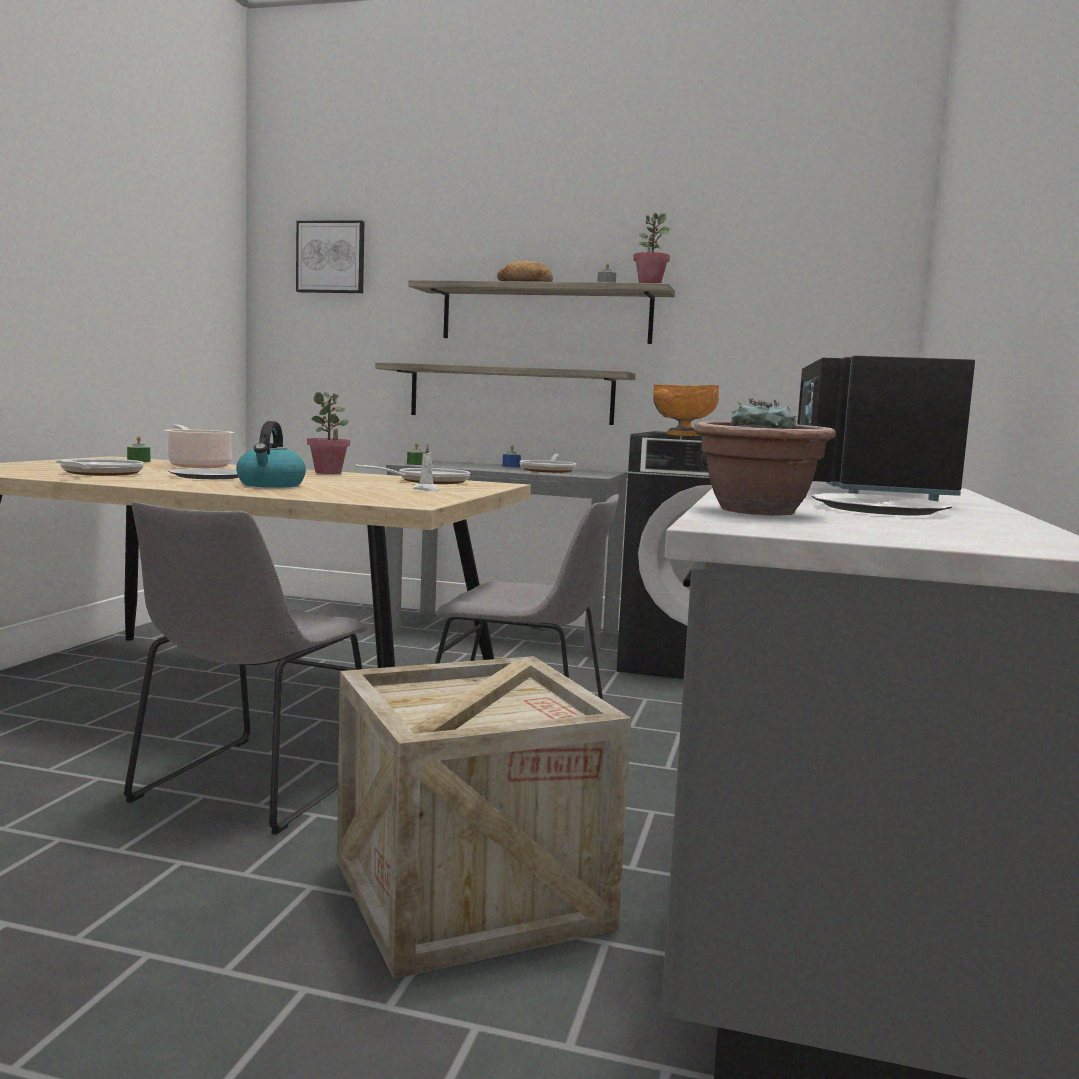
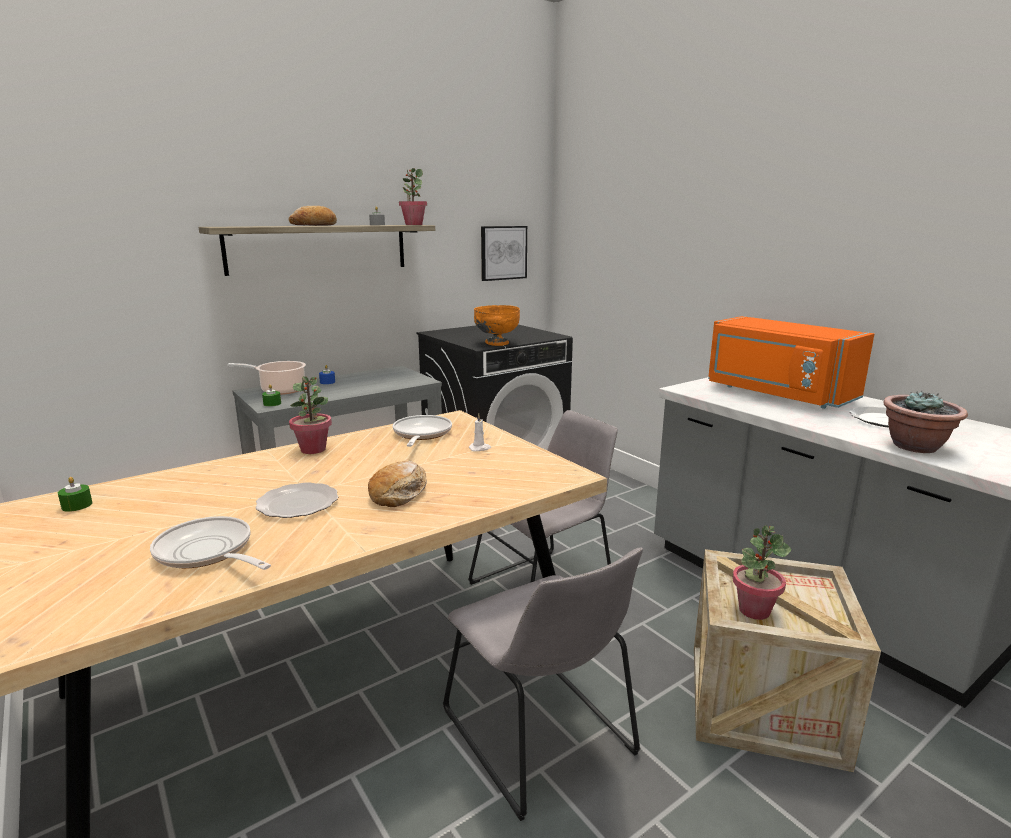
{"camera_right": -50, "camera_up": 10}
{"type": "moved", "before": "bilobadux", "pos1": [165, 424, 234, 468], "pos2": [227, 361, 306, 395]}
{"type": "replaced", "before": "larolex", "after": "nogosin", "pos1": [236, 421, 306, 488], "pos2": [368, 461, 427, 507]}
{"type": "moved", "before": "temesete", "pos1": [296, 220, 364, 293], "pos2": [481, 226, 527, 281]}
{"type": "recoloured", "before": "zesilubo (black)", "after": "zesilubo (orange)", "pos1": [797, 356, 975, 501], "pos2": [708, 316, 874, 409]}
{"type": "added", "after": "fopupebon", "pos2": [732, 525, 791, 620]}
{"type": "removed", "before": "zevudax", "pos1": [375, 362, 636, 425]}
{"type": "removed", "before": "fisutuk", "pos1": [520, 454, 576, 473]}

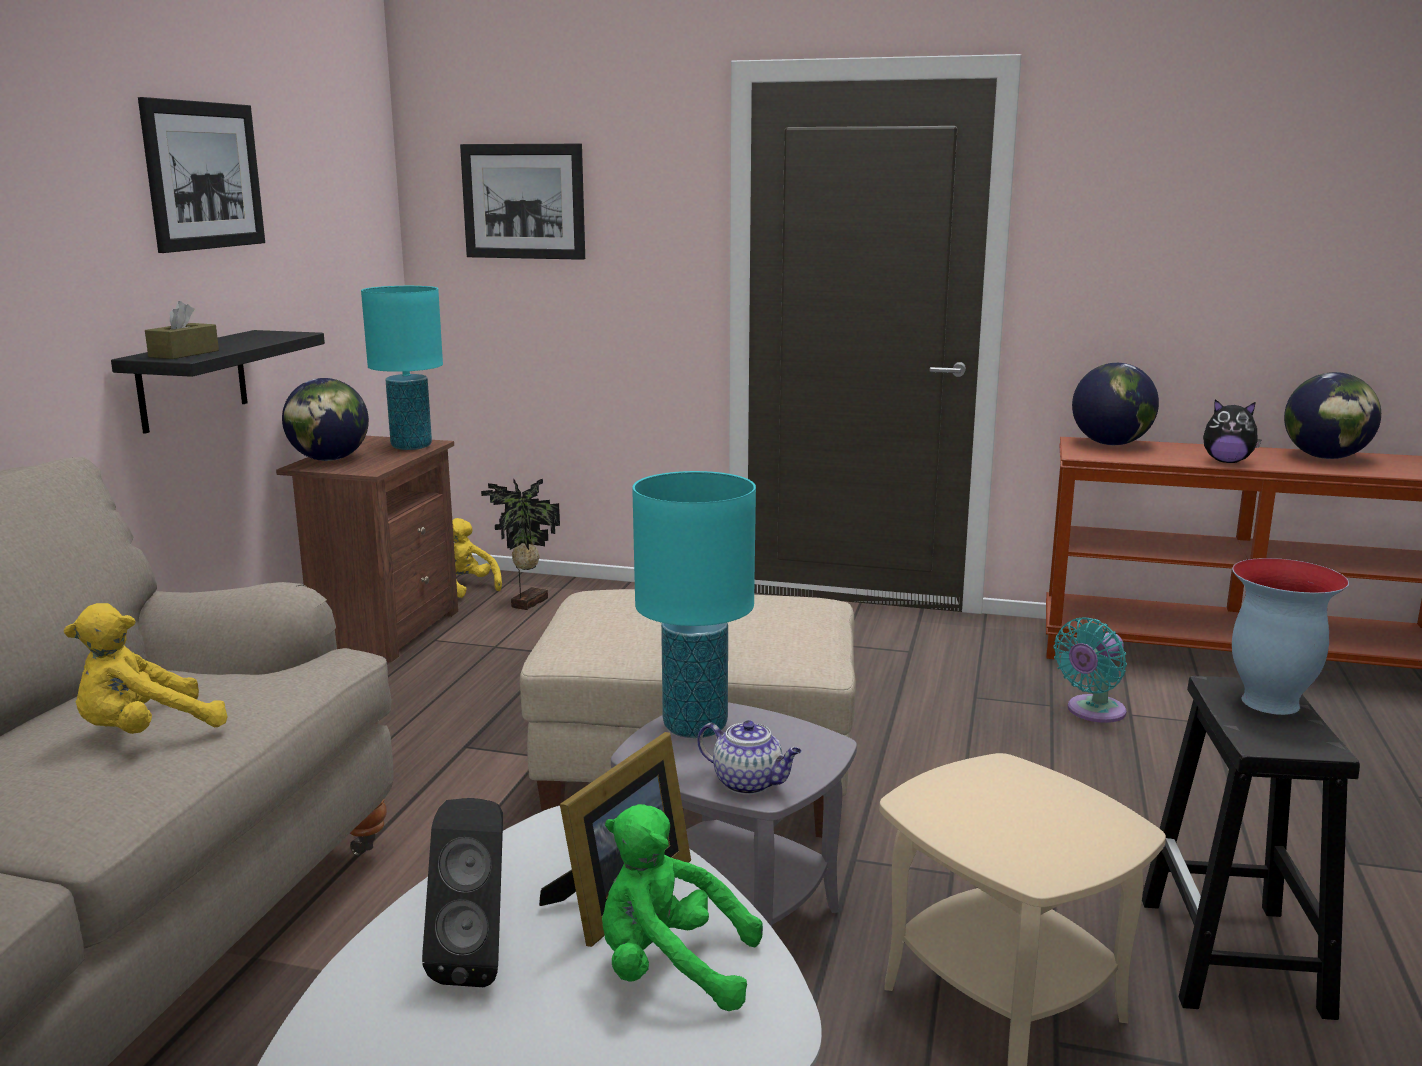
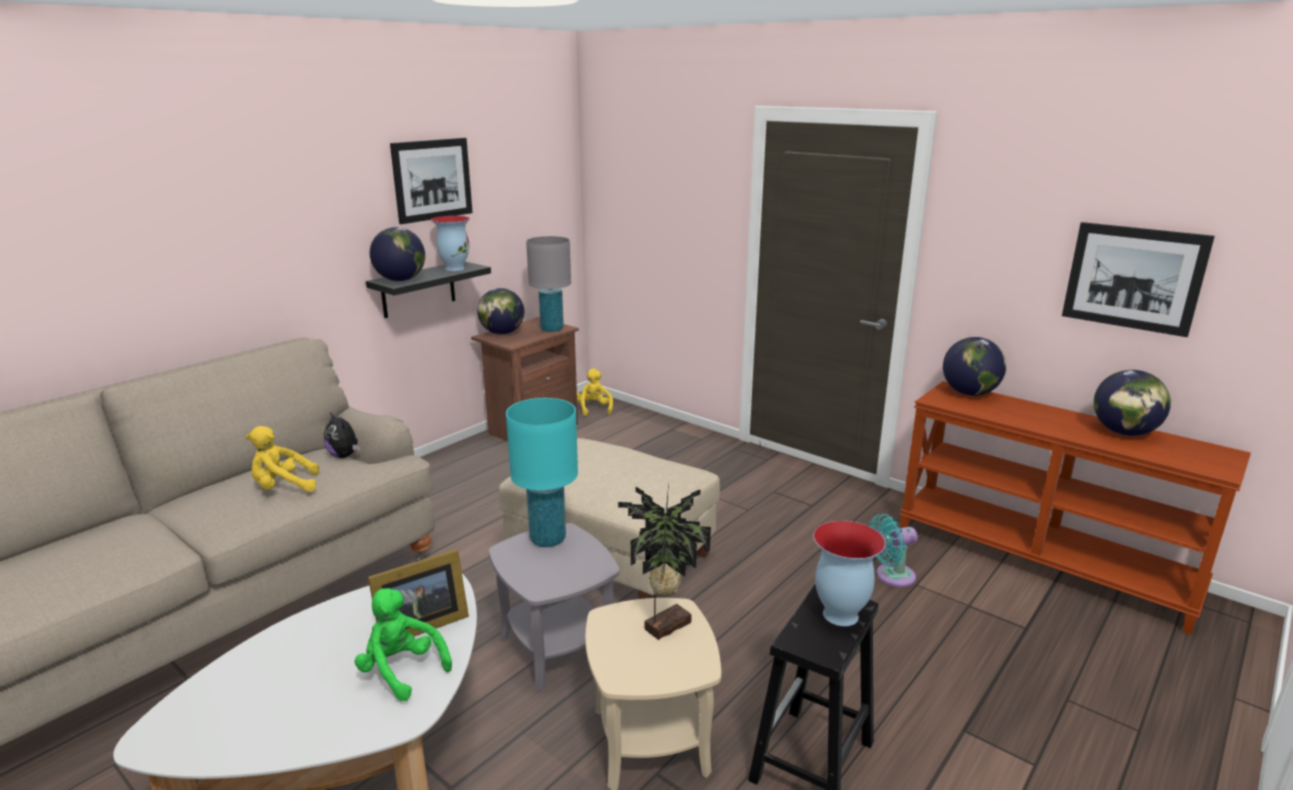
{"camera_right": 25, "camera_up": 5}
{"type": "moved", "before": "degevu", "pos1": [1203, 399, 1262, 463], "pos2": [324, 412, 360, 458]}
{"type": "replaced", "before": "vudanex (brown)", "after": "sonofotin", "pos1": [145, 301, 219, 359], "pos2": [370, 227, 425, 281]}
{"type": "added", "after": "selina", "pos2": [431, 216, 470, 271]}
{"type": "recoloured", "before": "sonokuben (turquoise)", "after": "sonokuben (grey)", "pos1": [361, 286, 443, 450], "pos2": [526, 236, 571, 332]}
{"type": "moved", "before": "fopupebon", "pos1": [481, 478, 560, 610], "pos2": [618, 483, 711, 640]}
{"type": "moved", "before": "temesete", "pos1": [460, 144, 585, 260], "pos2": [1062, 222, 1215, 337]}
{"type": "removed", "before": "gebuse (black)", "pos1": [422, 798, 503, 987]}
{"type": "removed", "before": "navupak", "pos1": [697, 720, 801, 795]}

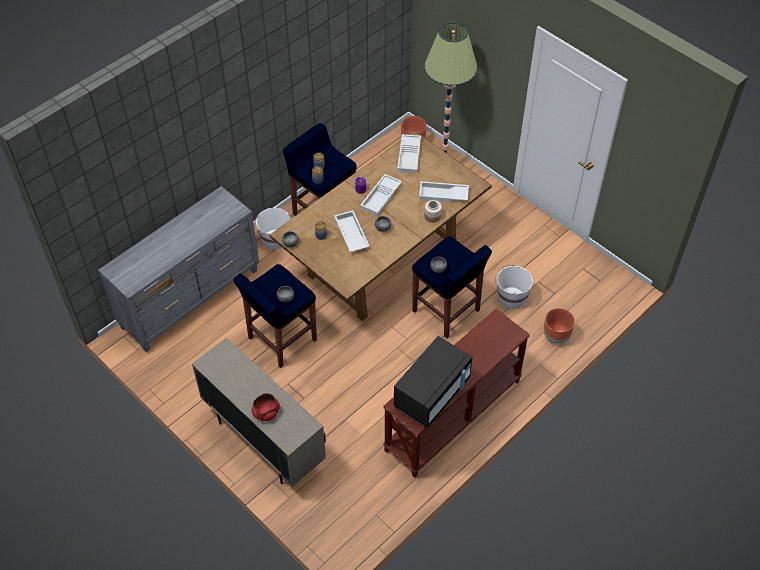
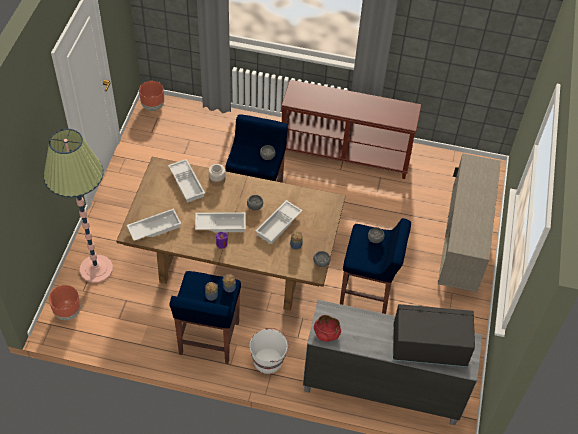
{"camera_right": -125, "camera_up": 0}
{"type": "moved", "before": "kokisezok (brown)", "pos1": [544, 308, 575, 344], "pos2": [139, 81, 164, 111]}
{"type": "moved", "before": "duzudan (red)", "pos1": [251, 393, 280, 421], "pos2": [314, 315, 341, 342]}
{"type": "moved", "before": "zesilubo (black)", "pos1": [394, 336, 472, 428], "pos2": [393, 304, 475, 367]}
{"type": "removed", "before": "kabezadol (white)", "pos1": [495, 265, 533, 309]}

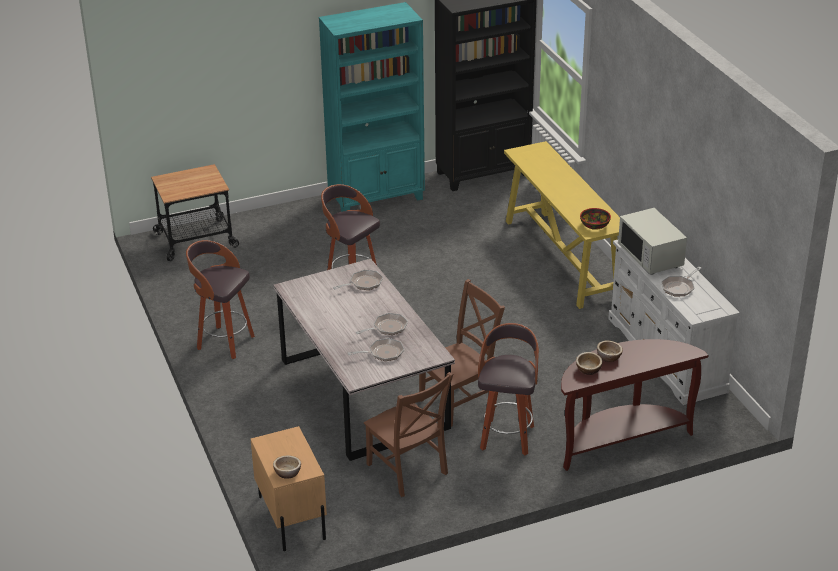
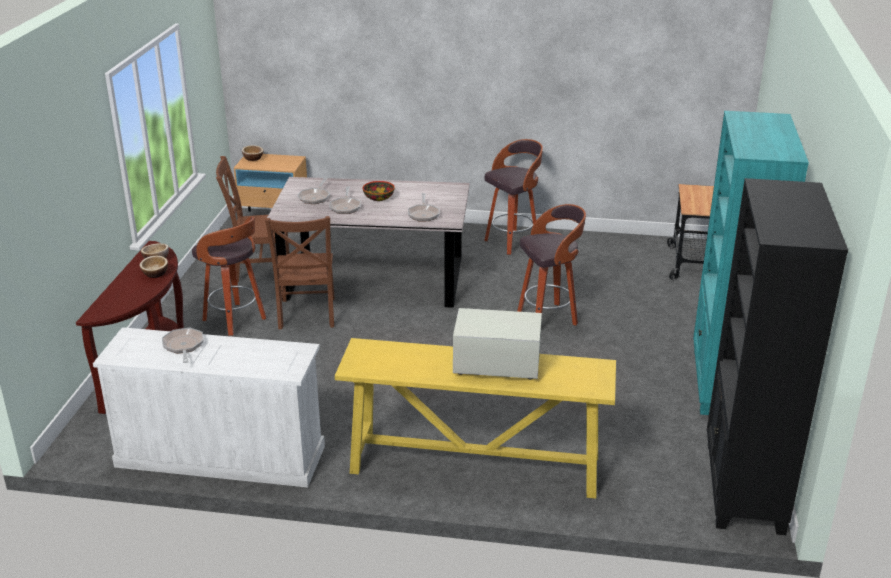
{"camera_right": 120, "camera_up": -5}
{"type": "moved", "before": "duzudan", "pos1": [580, 208, 611, 230], "pos2": [363, 181, 395, 201]}
{"type": "moved", "before": "zesilubo (white)", "pos1": [618, 208, 687, 275], "pos2": [453, 308, 542, 379]}

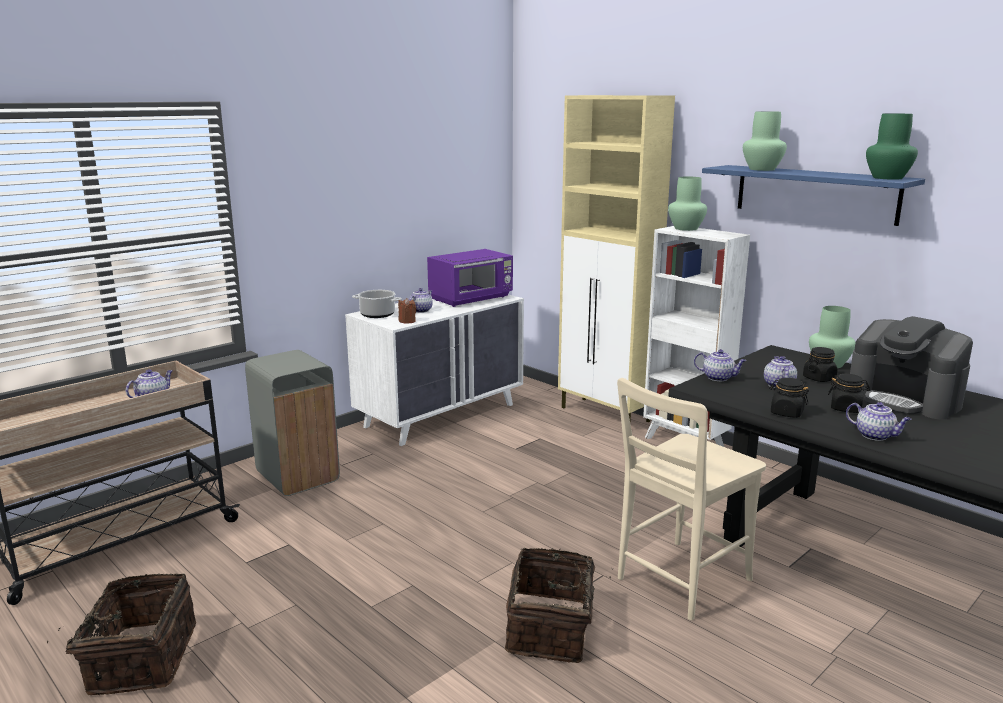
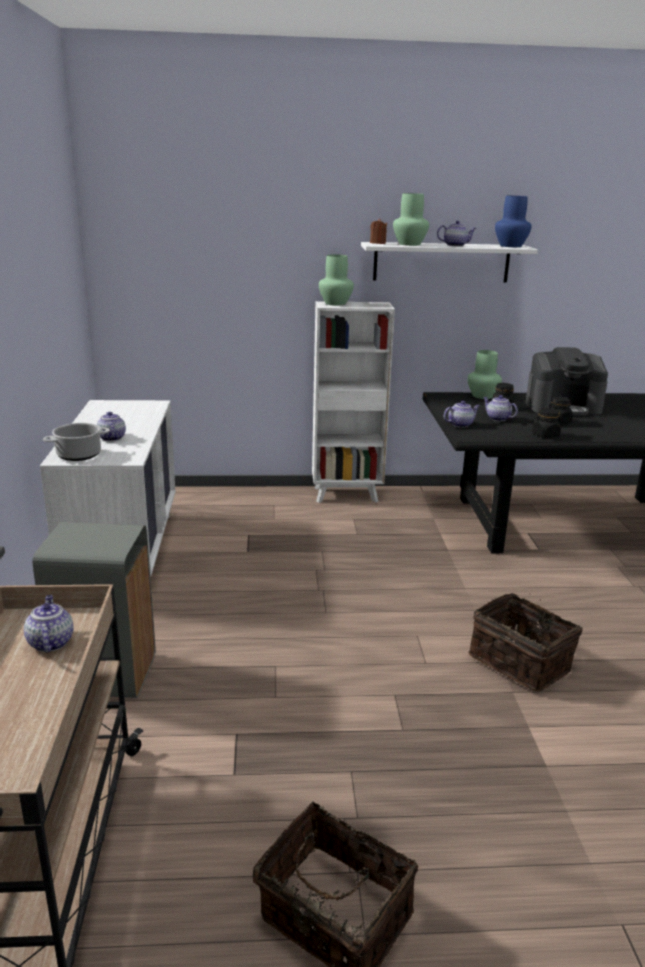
{"camera_right": -50, "camera_up": 5}
{"type": "recoloured", "before": "zevudax (blue)", "after": "zevudax (white)", "pos1": [702, 165, 925, 226], "pos2": [361, 242, 538, 282]}
{"type": "moved", "before": "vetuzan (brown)", "pos1": [398, 298, 416, 324], "pos2": [370, 219, 387, 244]}
{"type": "moved", "before": "navupak", "pos1": [846, 402, 912, 441], "pos2": [437, 221, 476, 246]}
{"type": "recoloured", "before": "selina (green)", "after": "selina (blue)", "pos1": [866, 113, 918, 180], "pos2": [495, 196, 532, 247]}
{"type": "removed", "before": "zesilubo (purple)", "pos1": [427, 249, 513, 307]}
{"type": "removed", "before": "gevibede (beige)", "pos1": [558, 95, 675, 422]}
{"type": "removed", "before": "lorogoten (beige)", "pos1": [617, 378, 766, 620]}

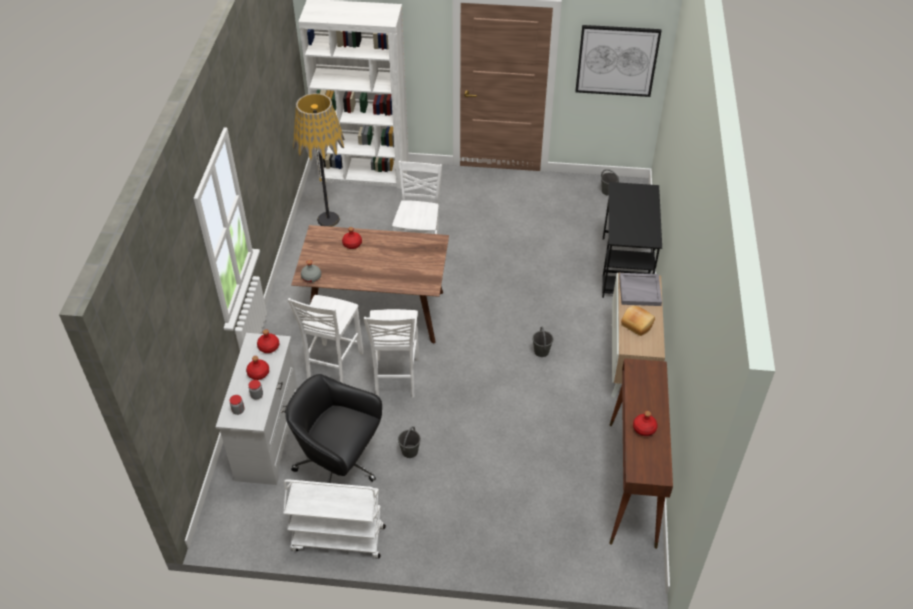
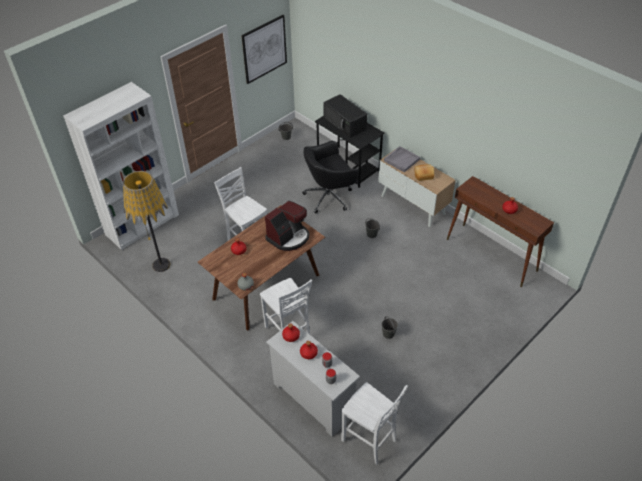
{"camera_right": -50, "camera_up": 0}
{"type": "added", "after": "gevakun", "pos2": [265, 201, 309, 251]}
{"type": "moved", "before": "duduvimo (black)", "pos1": [285, 374, 382, 483], "pos2": [302, 141, 359, 213]}
{"type": "added", "after": "zesilubo (black)", "pos2": [323, 94, 367, 138]}
{"type": "moved", "before": "lorogoten (white)", "pos1": [363, 309, 419, 398], "pos2": [341, 382, 408, 465]}
{"type": "removed", "before": "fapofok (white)", "pos1": [283, 479, 386, 559]}

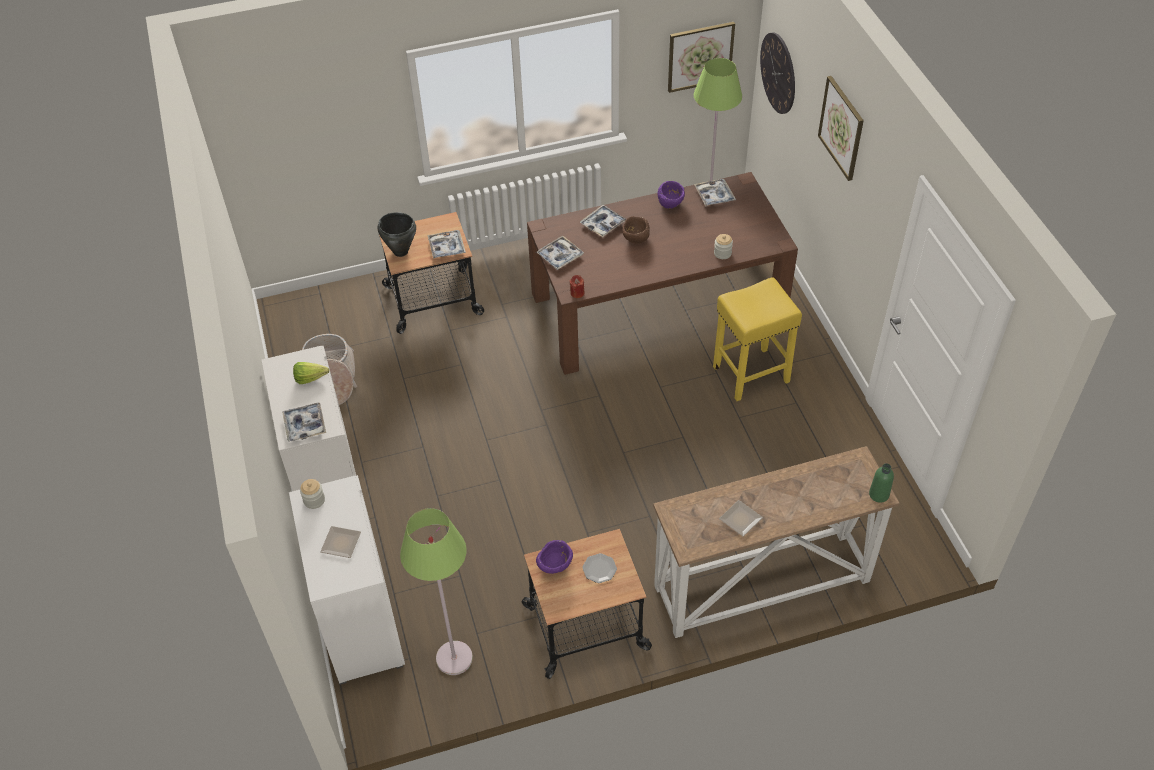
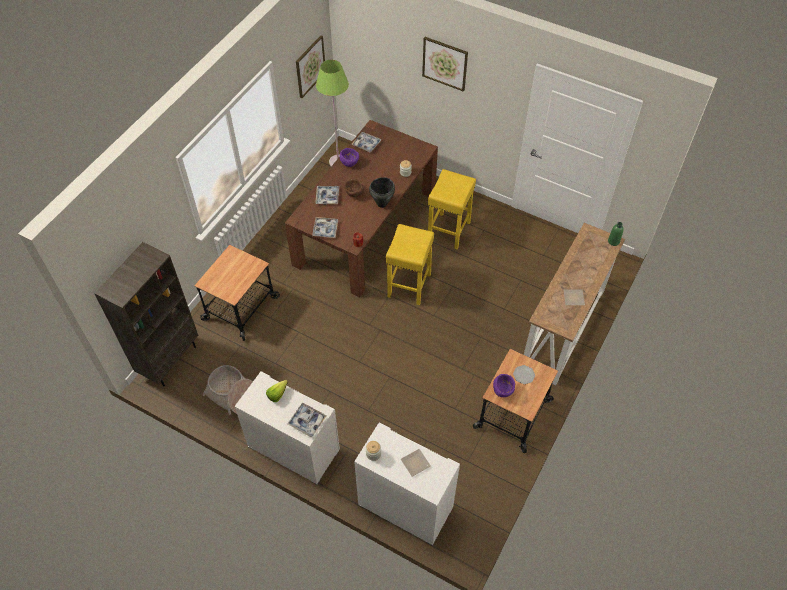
{"camera_right": -45, "camera_up": 5}
{"type": "added", "after": "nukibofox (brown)", "pos2": [94, 242, 198, 387]}
{"type": "moved", "before": "bilobadux (black)", "pos1": [378, 212, 416, 257], "pos2": [369, 177, 395, 208]}
{"type": "added", "after": "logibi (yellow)", "pos2": [386, 224, 434, 305]}
{"type": "removed", "before": "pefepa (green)", "pos1": [400, 508, 473, 675]}
{"type": "removed", "before": "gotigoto", "pos1": [427, 230, 466, 259]}
{"type": "removed", "before": "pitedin", "pos1": [760, 32, 795, 114]}

